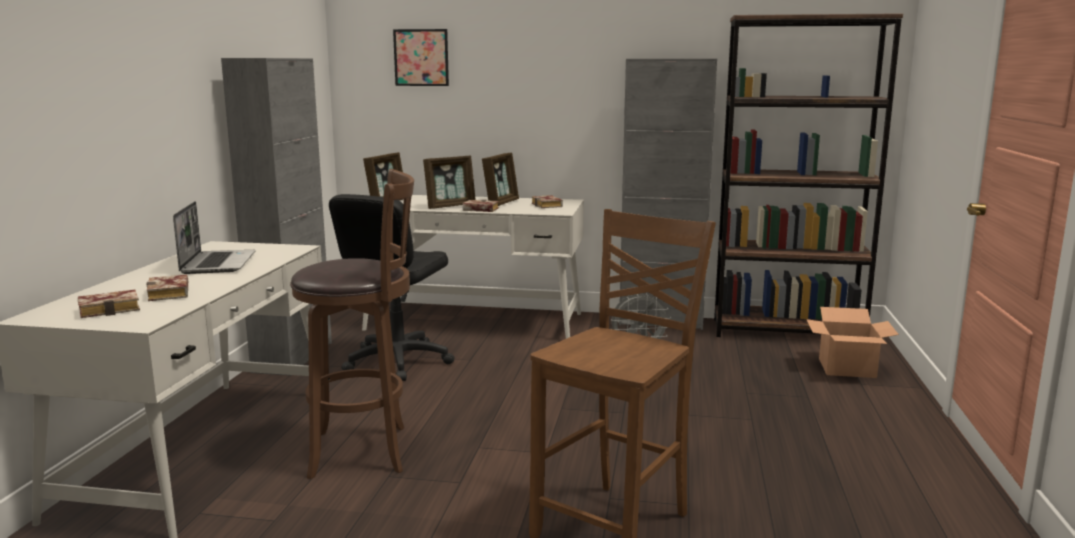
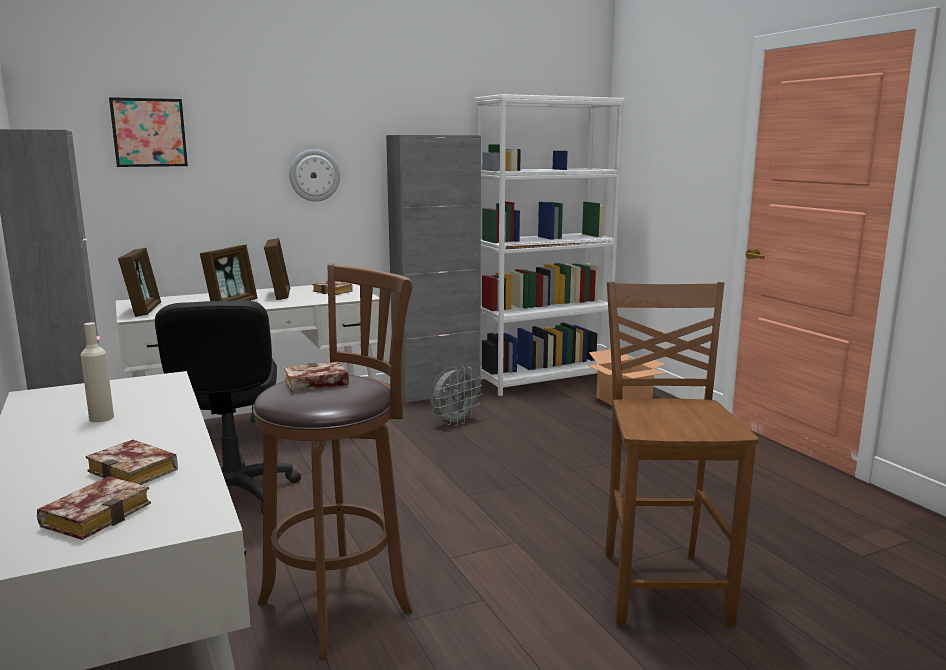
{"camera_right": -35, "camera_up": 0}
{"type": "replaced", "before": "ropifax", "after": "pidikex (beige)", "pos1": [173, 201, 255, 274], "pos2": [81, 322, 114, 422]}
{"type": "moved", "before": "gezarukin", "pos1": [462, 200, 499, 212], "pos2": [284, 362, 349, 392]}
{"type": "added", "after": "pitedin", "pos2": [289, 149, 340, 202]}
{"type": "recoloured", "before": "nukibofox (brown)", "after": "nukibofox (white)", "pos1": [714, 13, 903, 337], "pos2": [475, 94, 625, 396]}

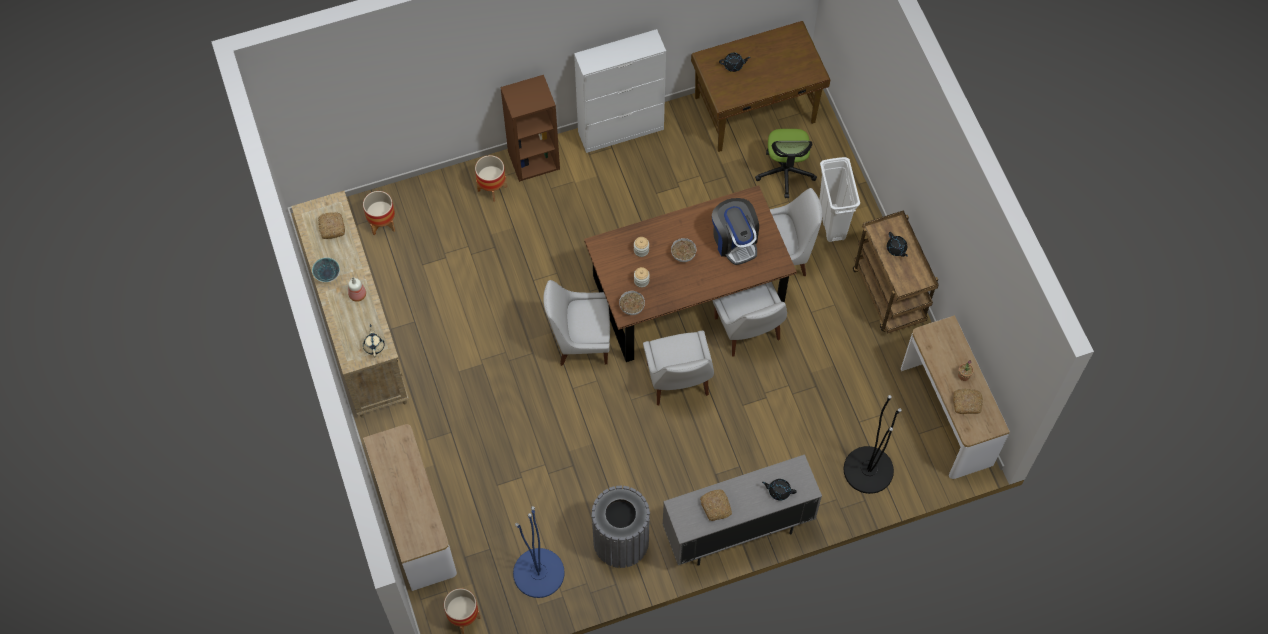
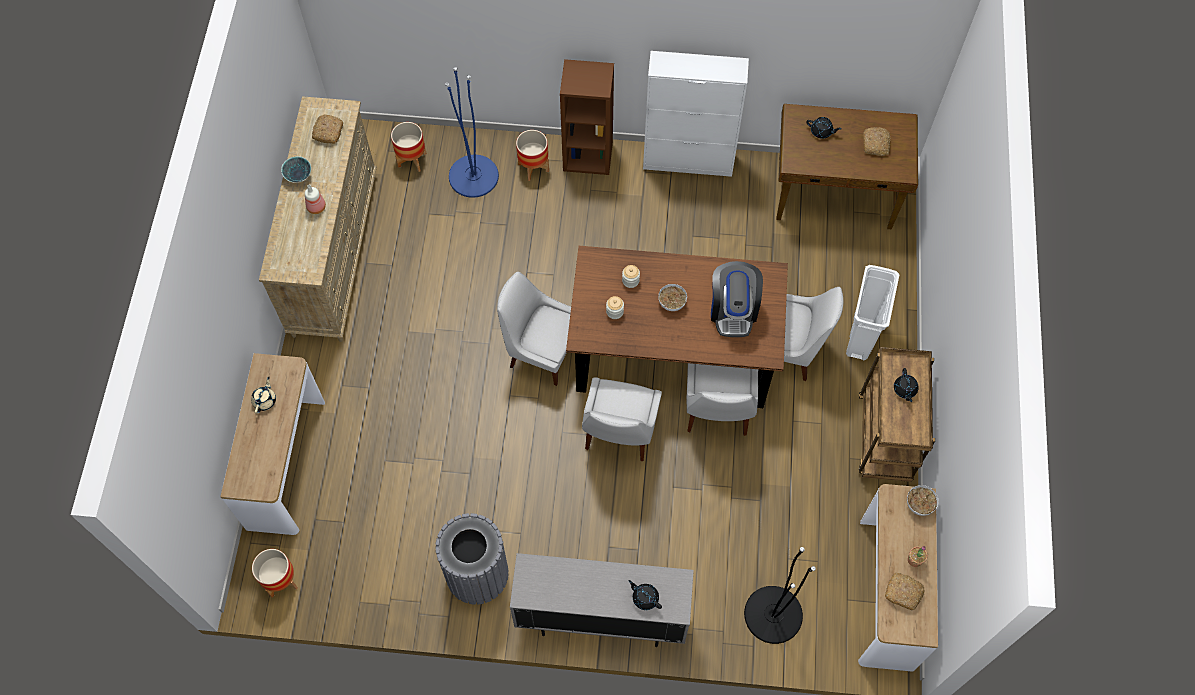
{"camera_right": 25, "camera_up": 0}
{"type": "moved", "before": "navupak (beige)", "pos1": [363, 324, 385, 357], "pos2": [251, 377, 276, 414]}
{"type": "moved", "before": "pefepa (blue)", "pos1": [513, 506, 565, 598], "pos2": [445, 67, 499, 198]}
{"type": "moved", "before": "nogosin", "pos1": [700, 490, 732, 521], "pos2": [863, 127, 891, 156]}
{"type": "moved", "before": "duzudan", "pos1": [619, 291, 645, 315], "pos2": [907, 485, 939, 516]}
{"type": "removed", "before": "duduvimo", "pos1": [755, 129, 817, 198]}

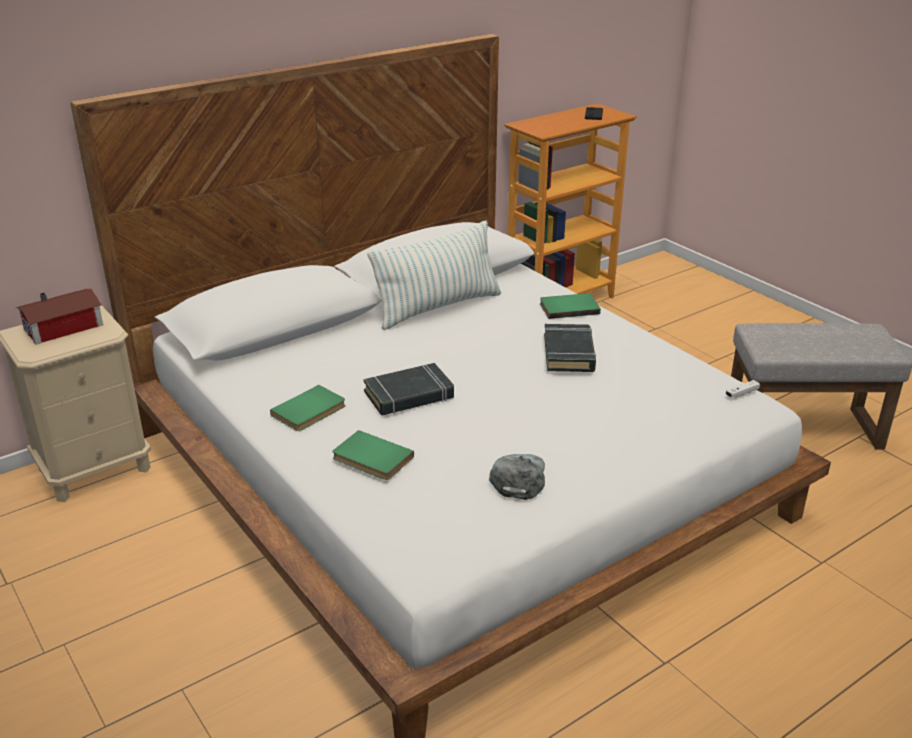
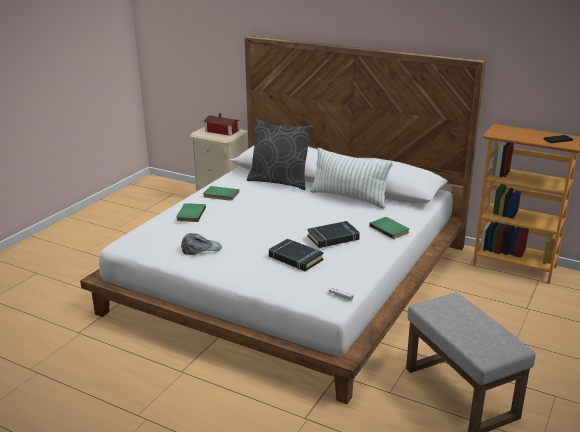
{"camera_right": 65, "camera_up": -5}
{"type": "added", "after": "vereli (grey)", "pos2": [247, 119, 314, 190]}
{"type": "moved", "before": "gezarukin (black)", "pos1": [363, 363, 454, 416], "pos2": [269, 239, 324, 271]}

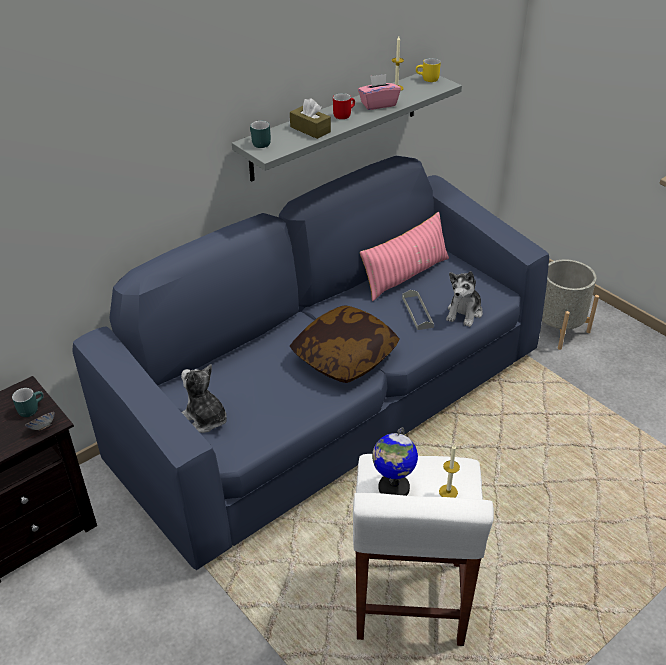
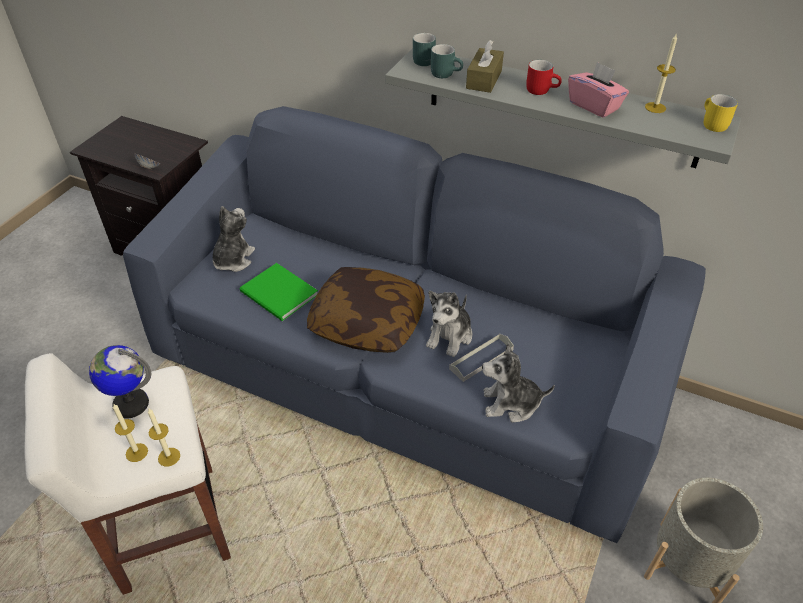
{"camera_right": 65, "camera_up": 5}
{"type": "added", "after": "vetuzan", "pos2": [148, 409, 180, 467]}
{"type": "added", "after": "gezarukin (green)", "pos2": [240, 263, 318, 321]}
{"type": "added", "after": "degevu", "pos2": [426, 291, 472, 357]}
{"type": "moved", "before": "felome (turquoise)", "pos1": [12, 388, 44, 417], "pos2": [431, 44, 463, 78]}
{"type": "removed", "before": "vereli (pink)", "pos1": [360, 212, 449, 301]}

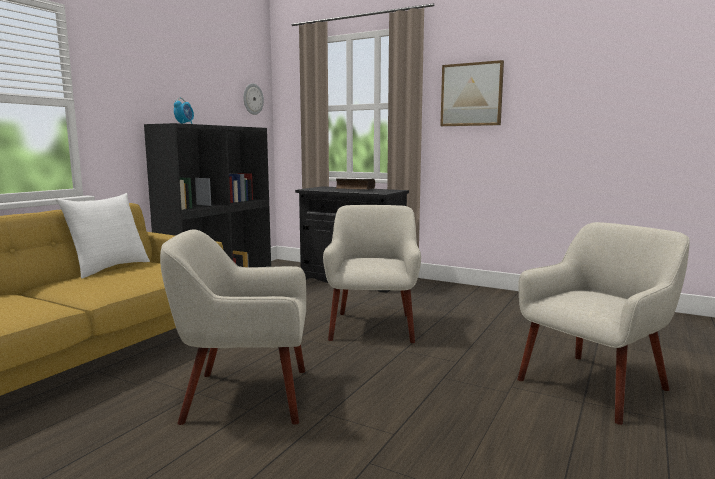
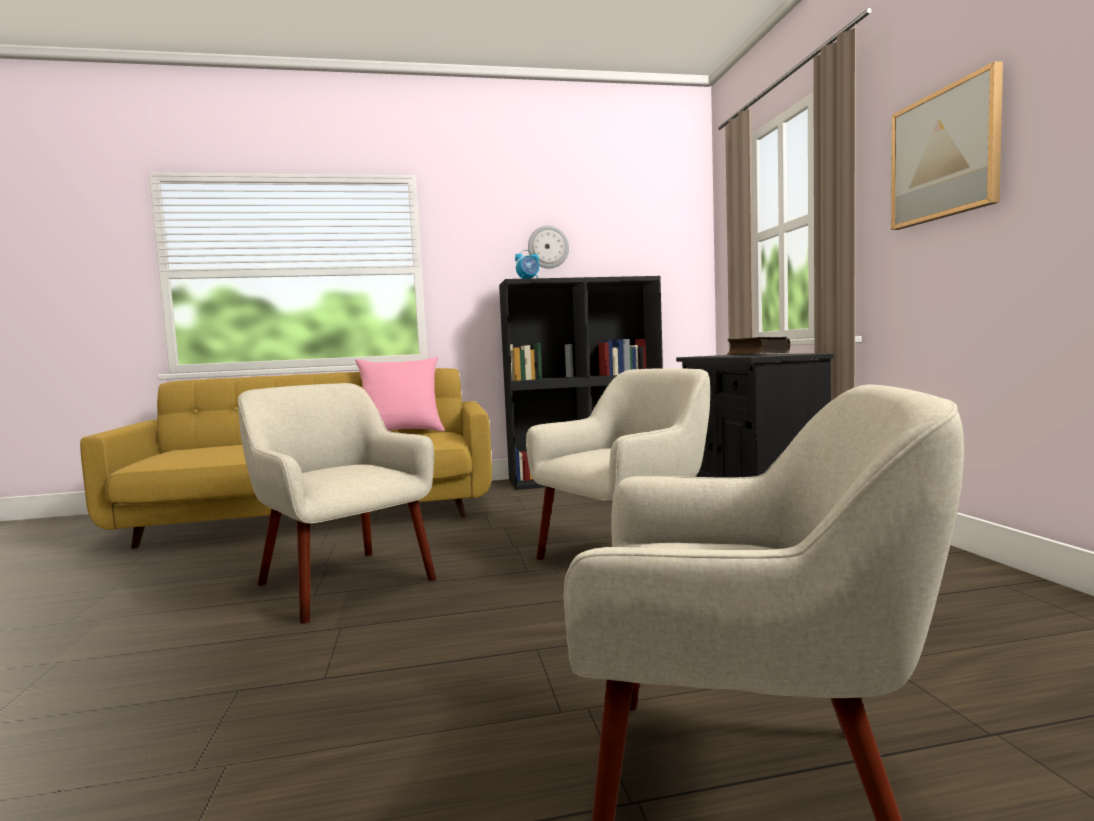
{"camera_right": 50, "camera_up": -5}
{"type": "recoloured", "before": "vereli (white)", "after": "vereli (pink)", "pos1": [55, 193, 150, 279], "pos2": [355, 356, 445, 431]}
{"type": "moved", "before": "pitedin", "pos1": [243, 83, 264, 115], "pos2": [528, 225, 569, 268]}

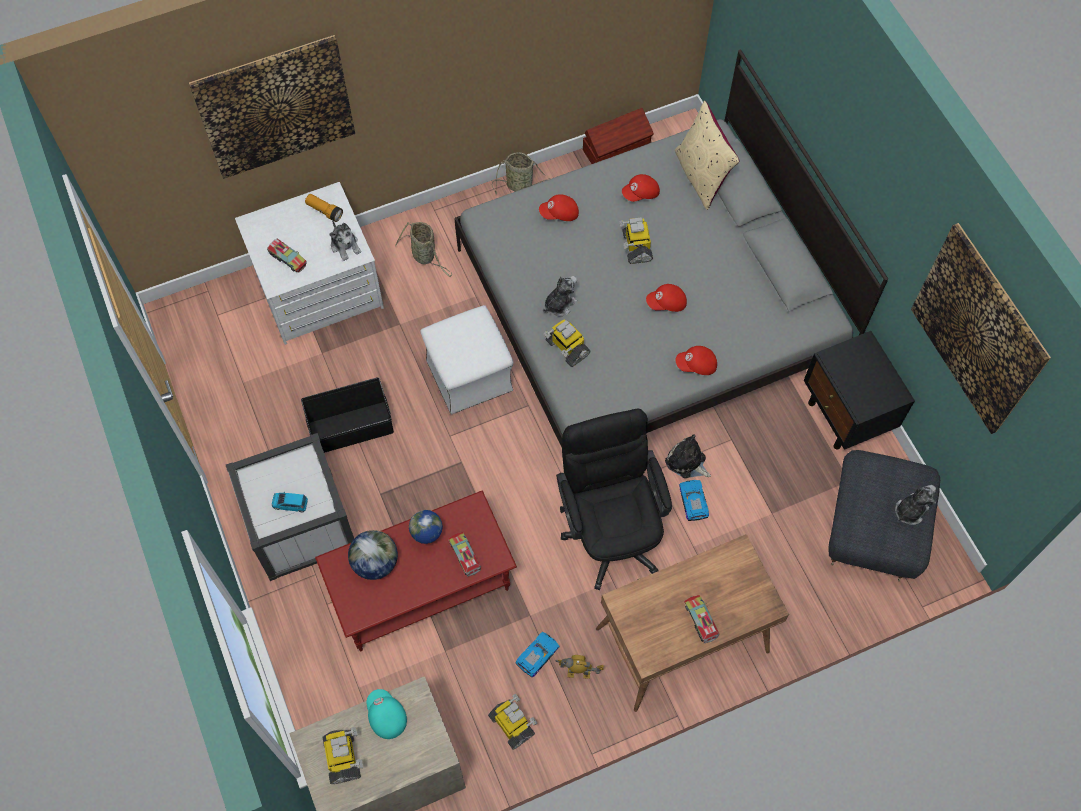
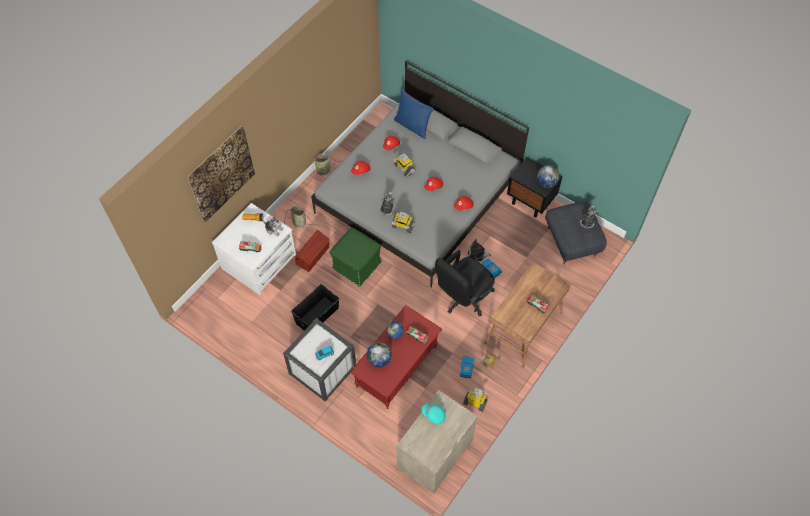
{"camera_right": -30, "camera_up": -5}
{"type": "moved", "before": "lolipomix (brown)", "pos1": [583, 108, 654, 164], "pos2": [295, 230, 330, 272]}
{"type": "recoloured", "before": "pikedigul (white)", "after": "pikedigul (green)", "pos1": [420, 305, 514, 414], "pos2": [329, 227, 381, 286]}
{"type": "recoloured", "before": "vereli (beige)", "after": "vereli (blue)", "pos1": [675, 101, 740, 210], "pos2": [394, 90, 434, 139]}
{"type": "turned", "before": "duduvimo (black)", "pos1": [556, 409, 672, 591], "pos2": [435, 250, 495, 317], "turn": -90}
{"type": "added", "after": "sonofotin", "pos2": [537, 165, 560, 188]}
{"type": "removed", "before": "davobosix", "pos1": [323, 727, 363, 784]}
{"type": "removed", "before": "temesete", "pos1": [911, 223, 1051, 434]}

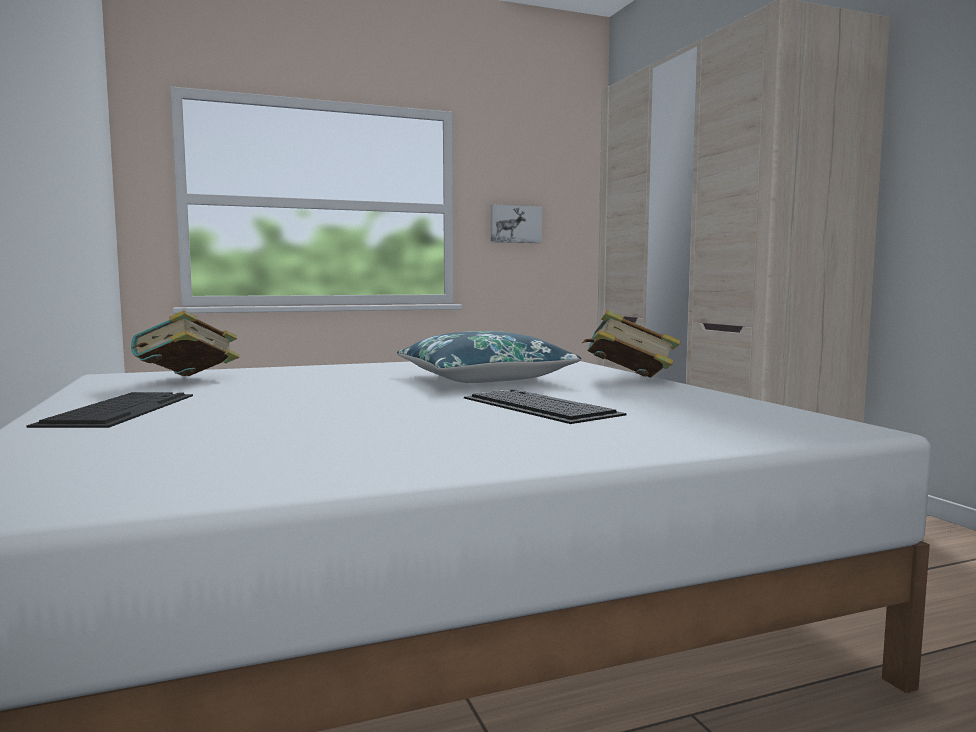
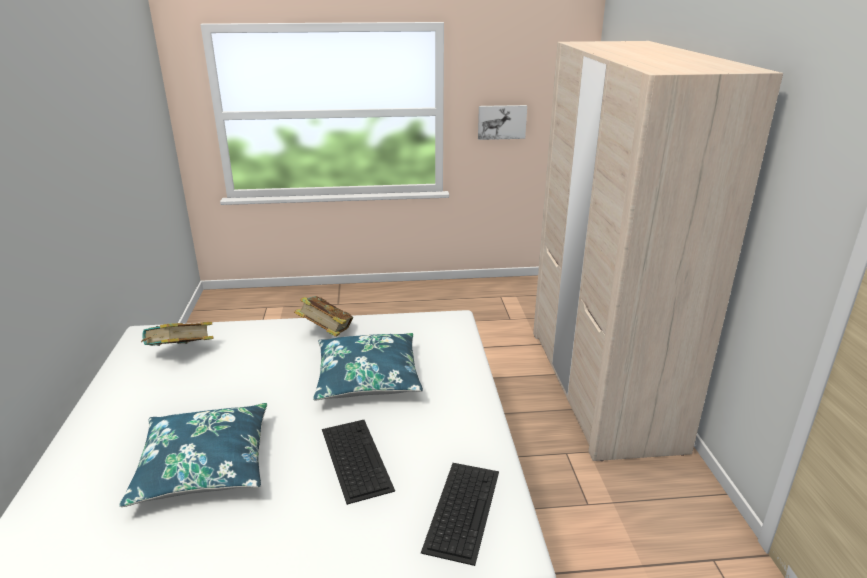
{"camera_right": 15, "camera_up": 20}
{"type": "added", "after": "vereli (blue)", "pos2": [119, 403, 267, 507]}
{"type": "moved", "before": "gezarukin", "pos1": [582, 310, 681, 378], "pos2": [294, 296, 353, 337]}
{"type": "moved", "before": "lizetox", "pos1": [27, 392, 193, 428], "pos2": [421, 463, 499, 566]}

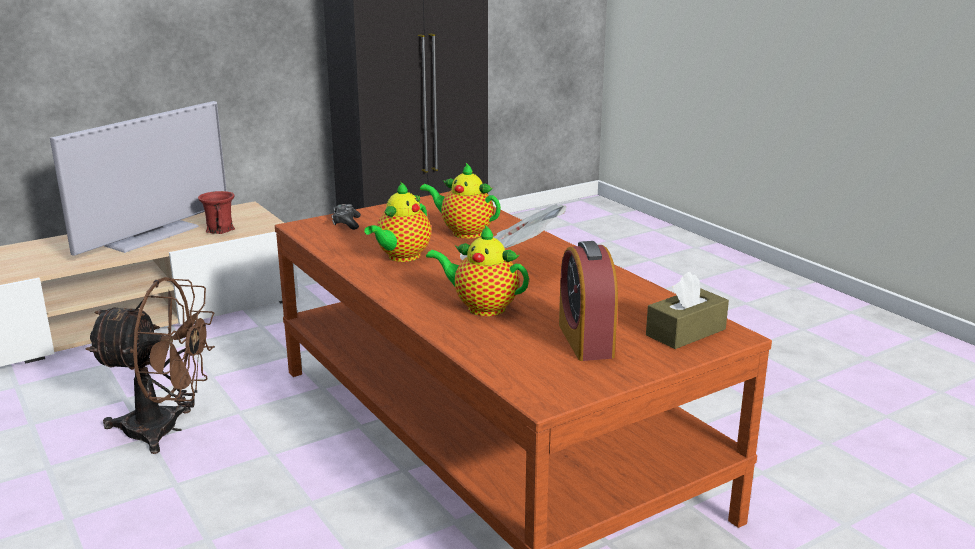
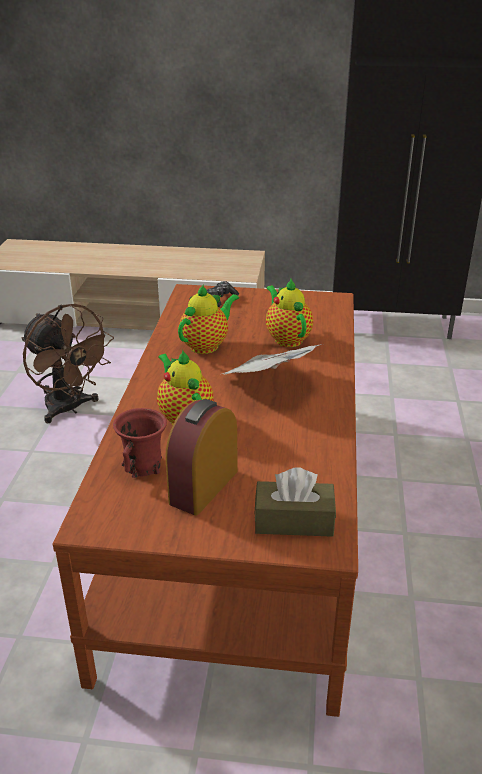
{"camera_right": 40, "camera_up": 10}
{"type": "moved", "before": "felome (red)", "pos1": [198, 191, 235, 234], "pos2": [113, 408, 167, 478]}
{"type": "turned", "before": "navupak", "pos1": [364, 182, 431, 262], "pos2": [178, 284, 239, 354], "turn": 150}
{"type": "removed", "before": "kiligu", "pos1": [50, 101, 227, 256]}

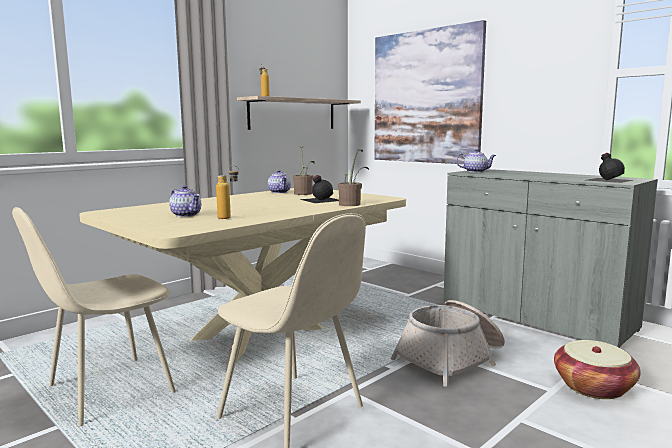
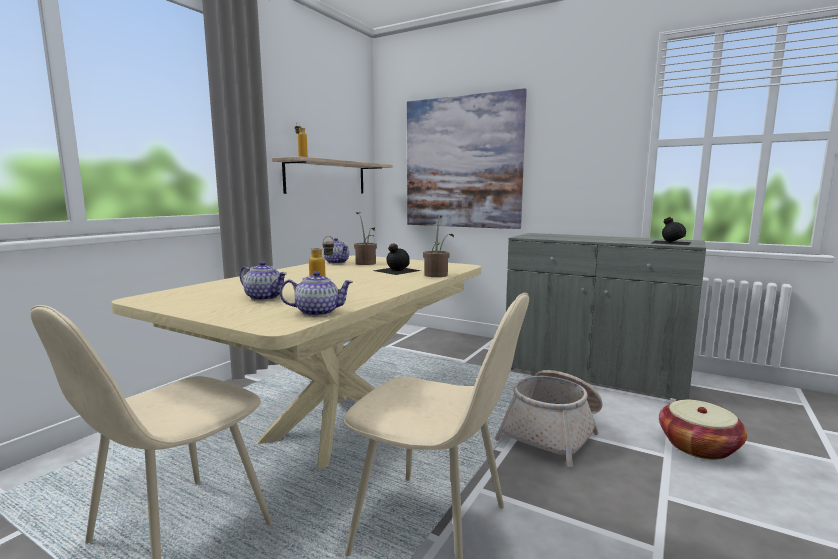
{"camera_right": -15, "camera_up": 0}
{"type": "moved", "before": "navupak", "pos1": [456, 149, 496, 173], "pos2": [280, 271, 353, 316]}

